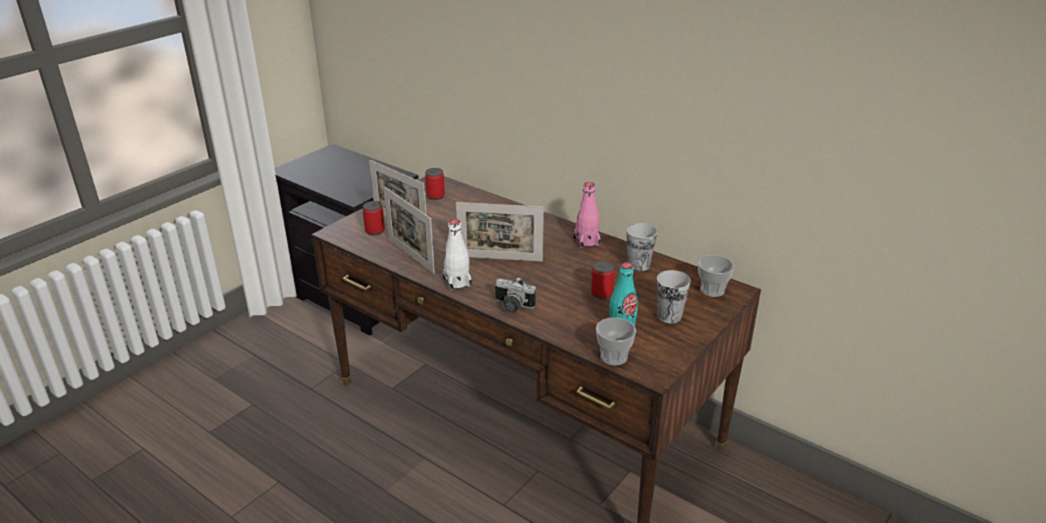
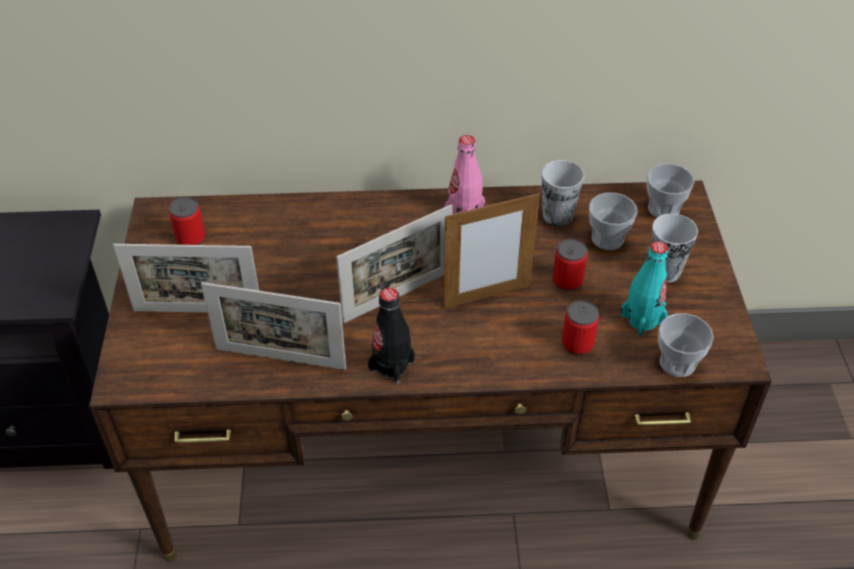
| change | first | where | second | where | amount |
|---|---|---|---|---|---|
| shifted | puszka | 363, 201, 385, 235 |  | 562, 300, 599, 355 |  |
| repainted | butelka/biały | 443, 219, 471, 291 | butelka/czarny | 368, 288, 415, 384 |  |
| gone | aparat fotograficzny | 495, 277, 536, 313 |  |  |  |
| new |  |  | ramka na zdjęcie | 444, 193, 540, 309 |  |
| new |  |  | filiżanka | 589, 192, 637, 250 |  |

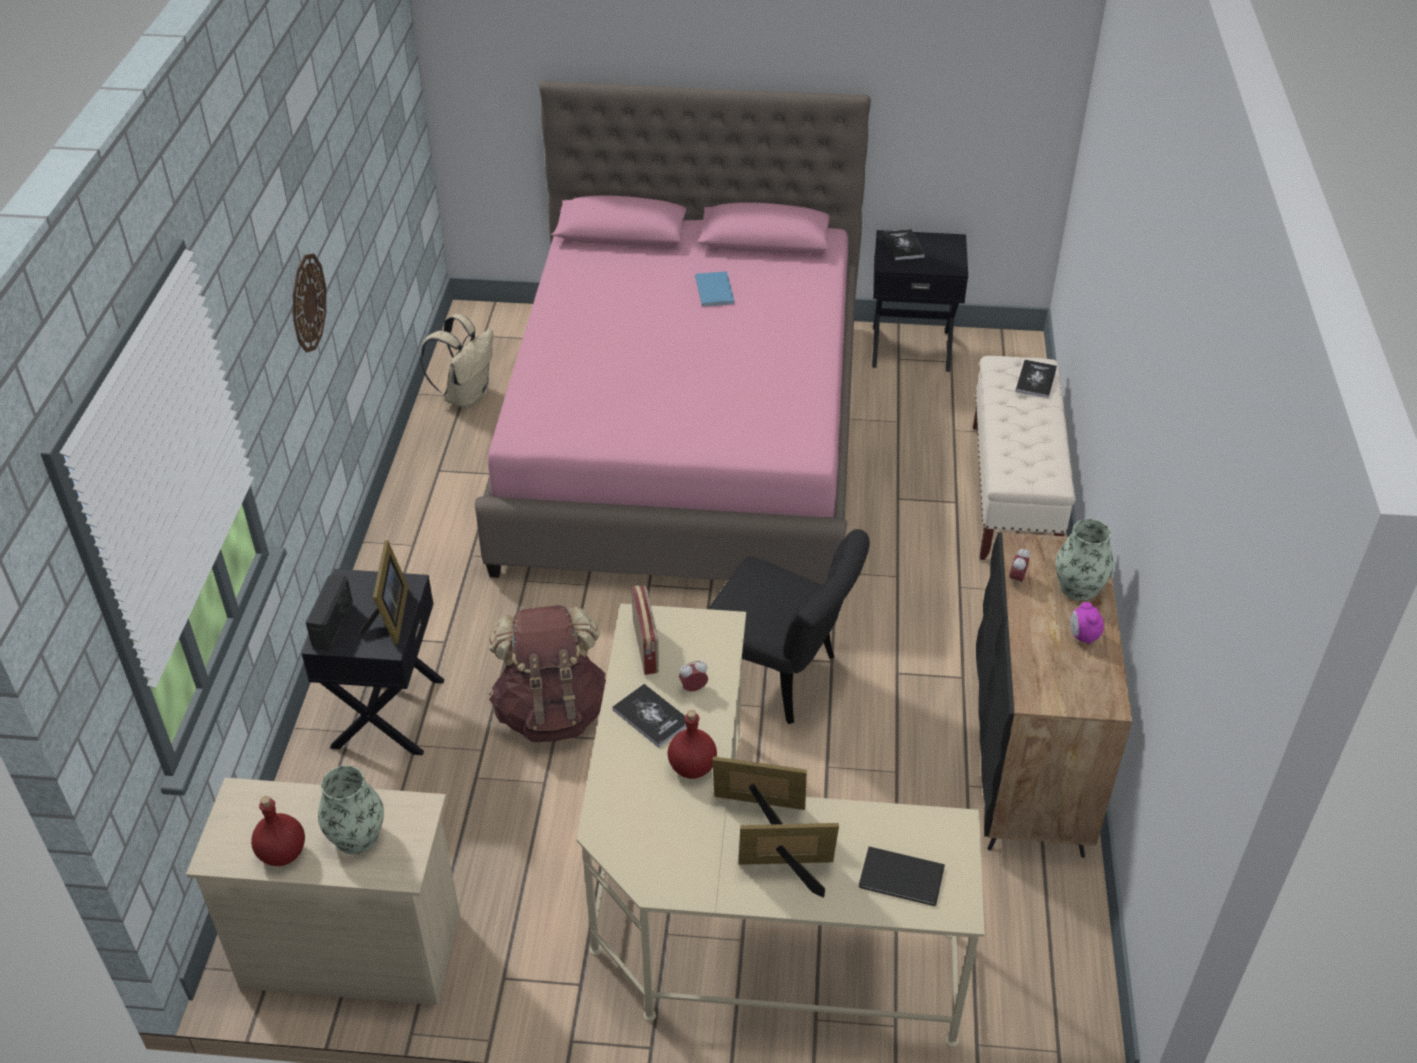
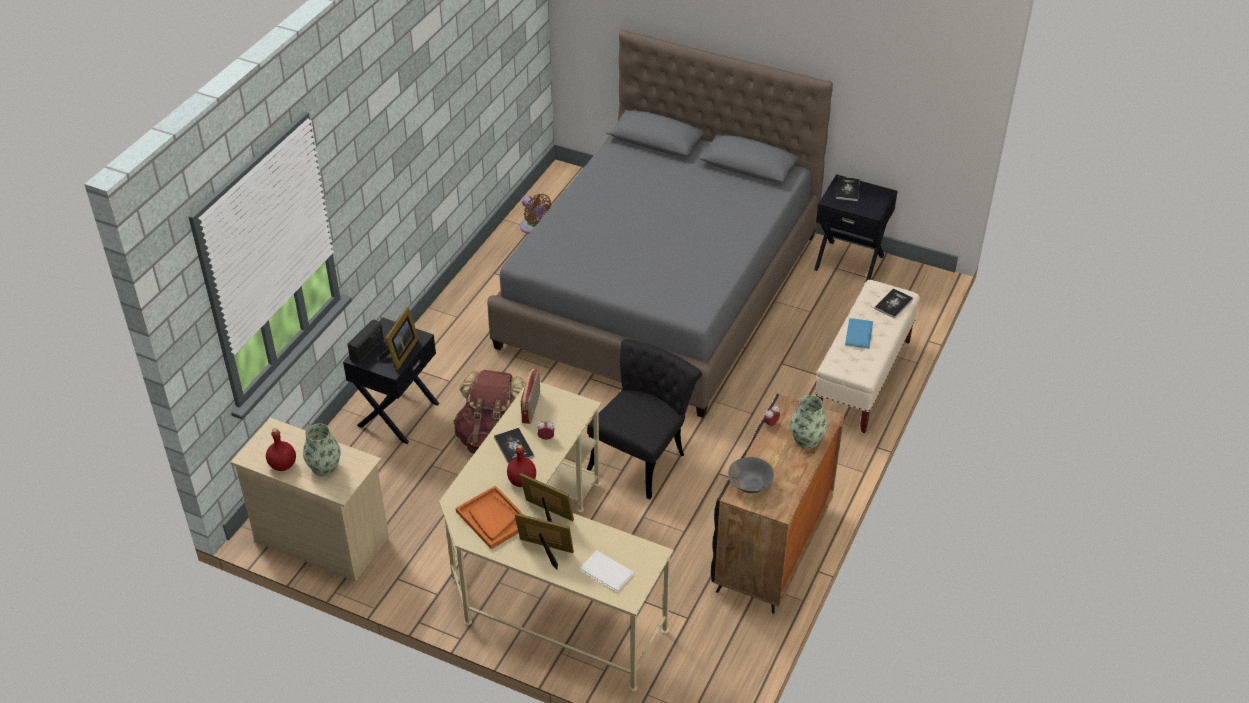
| change | first | where | second | where | amount |
|---|---|---|---|---|---|
| gone | zegar ścienny | 293, 254, 326, 352 |  |  |  |
| swapped | plecak/beżowy | 420, 314, 493, 409 | wentylator/brązowy | 520, 194, 552, 234 |  |
| repainted | łóżko/różowy | 475, 80, 871, 585 | łóżko/szary | 487, 30, 833, 418 |  |
| shifted | książka/niebieski | 695, 271, 734, 306 |  | 845, 318, 873, 349 |  |
| rotated | krzesło/czarny | 708, 529, 870, 724 |  | 587, 339, 702, 500 | 105 degrees counterclockwise |
| repainted | książka/czarny | 859, 847, 945, 906 | książka/biały | 580, 551, 635, 592 |  |
| gone | budzik | 1070, 602, 1104, 645 |  |  |  |
| new |  |  | taca/pomarańczowy | 456, 485, 524, 549 |  |
| new |  |  | miska/szary | 728, 457, 774, 493 |  |

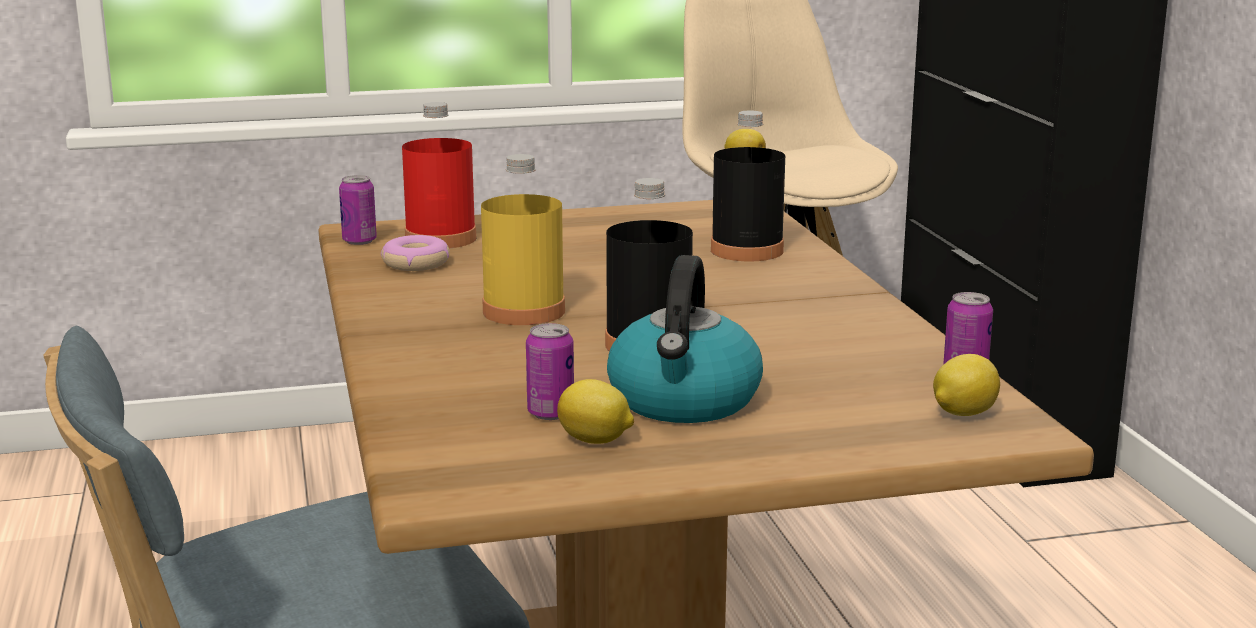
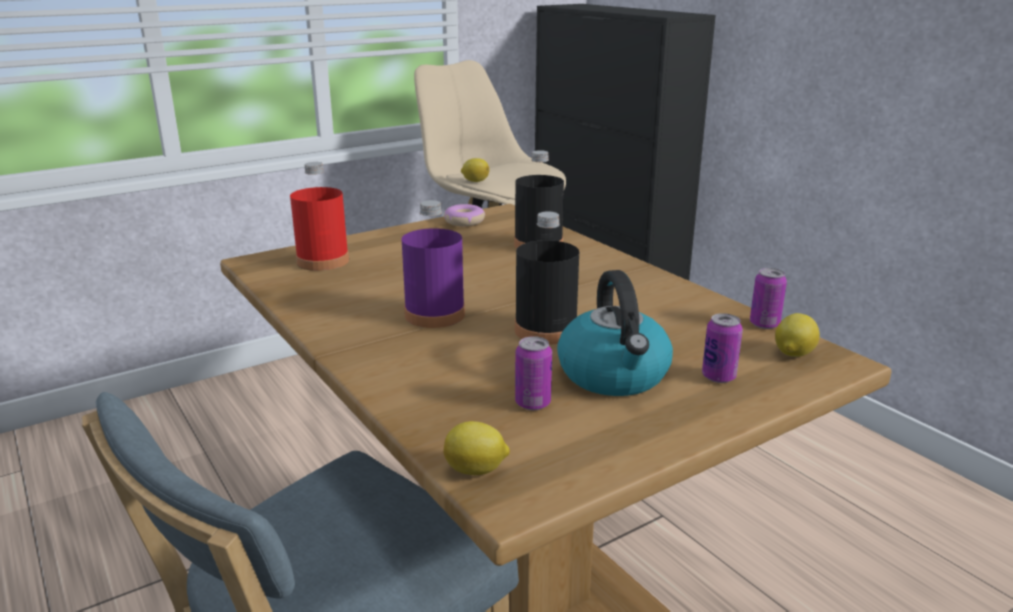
| change | first | where | second | where | amount |
|---|---|---|---|---|---|
| shifted | puszka | 339, 175, 377, 245 |  | 702, 313, 743, 383 |  |
| shifted | donut | 381, 235, 450, 271 |  | 444, 204, 485, 226 |  |
| repainted | butelka/żółty | 481, 154, 565, 325 | butelka/fioletowy | 402, 200, 465, 328 |  |
| shifted | cytryna | 557, 379, 634, 444 |  | 443, 421, 510, 475 |  |

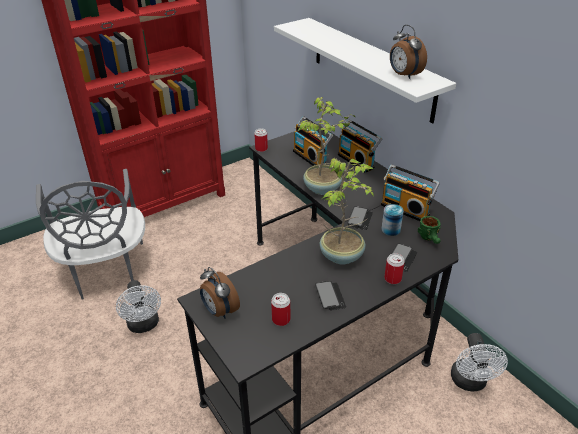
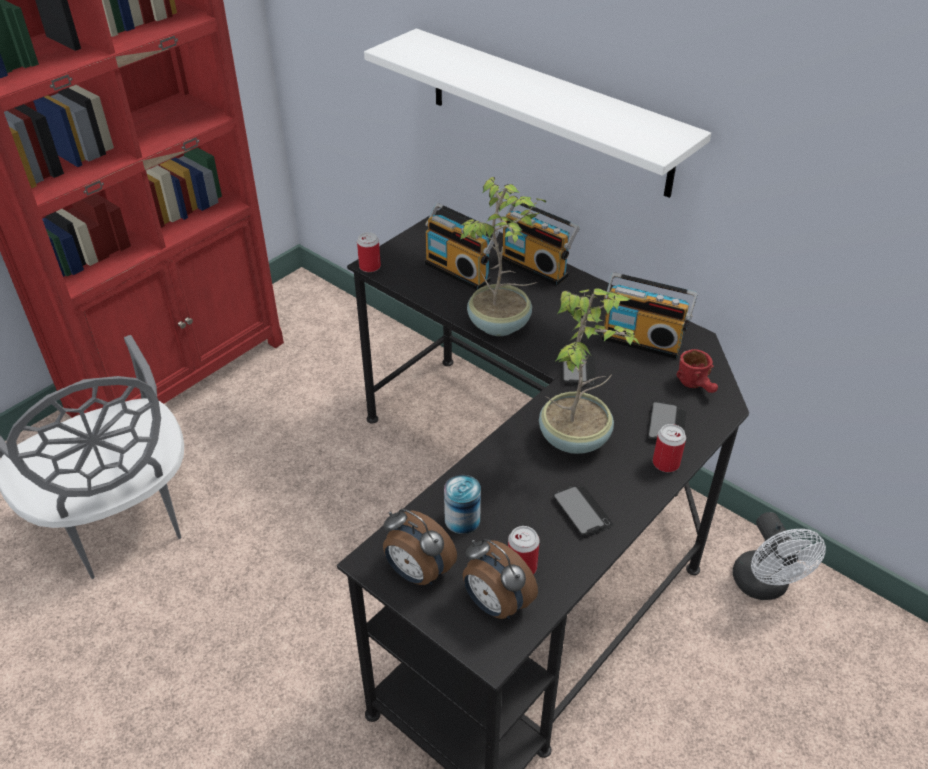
| change | first | where | second | where | amount |
|---|---|---|---|---|---|
| gone | wentylator/biały | 116, 280, 161, 333 |  |  |  |
| shifted | puszka | 381, 204, 404, 236 |  | 444, 475, 481, 534 |  |
| shifted | budzik | 390, 25, 427, 79 |  | 463, 539, 538, 619 |  |
| repainted | kubek/zielony | 418, 216, 441, 244 | kubek/czerwony | 677, 349, 718, 393 |  |

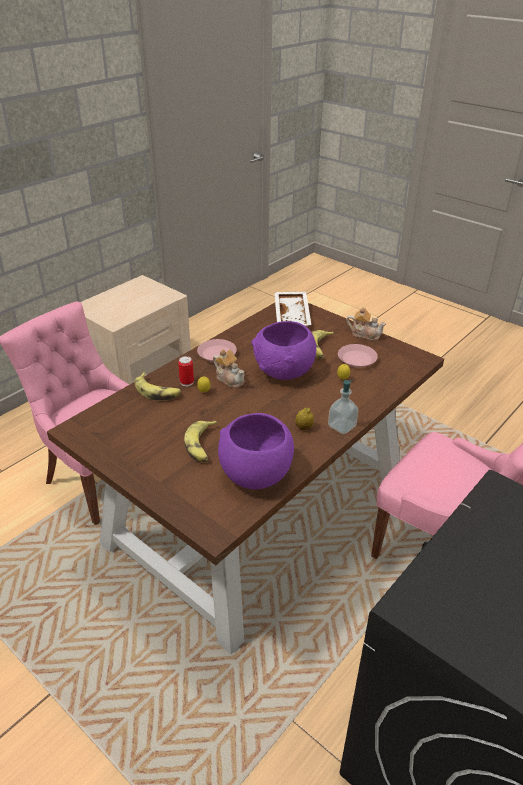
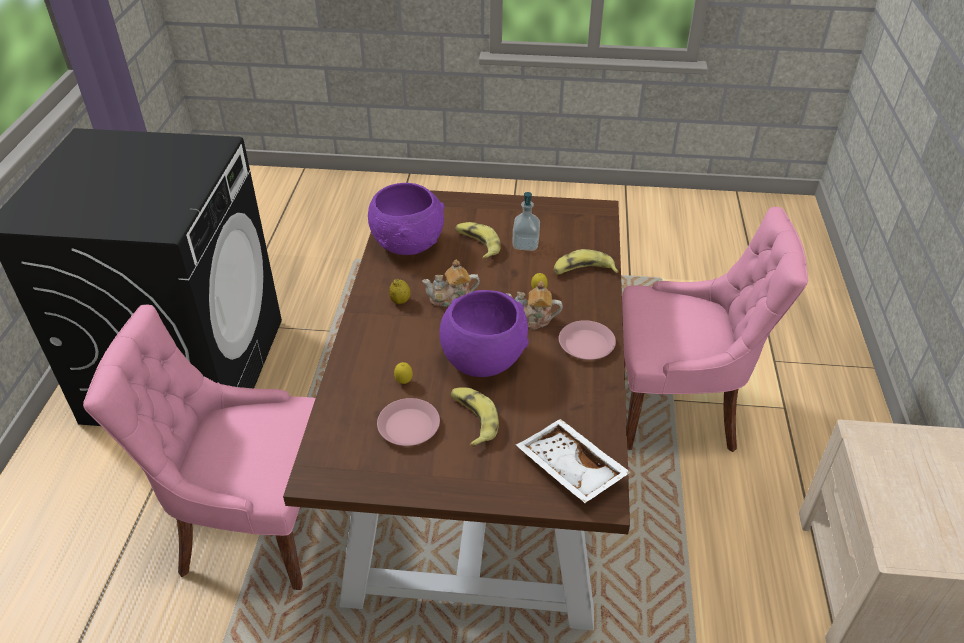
| change | first | where | second | where | amount |
|---|---|---|---|---|---|
| gone | puszka | 178, 356, 194, 386 |  |  |  |
| shifted | dozownik mydła | 328, 380, 358, 434 |  | 512, 192, 540, 251 |  |
| shifted | imbryk | 347, 307, 386, 341 |  | 422, 259, 480, 307 |  |

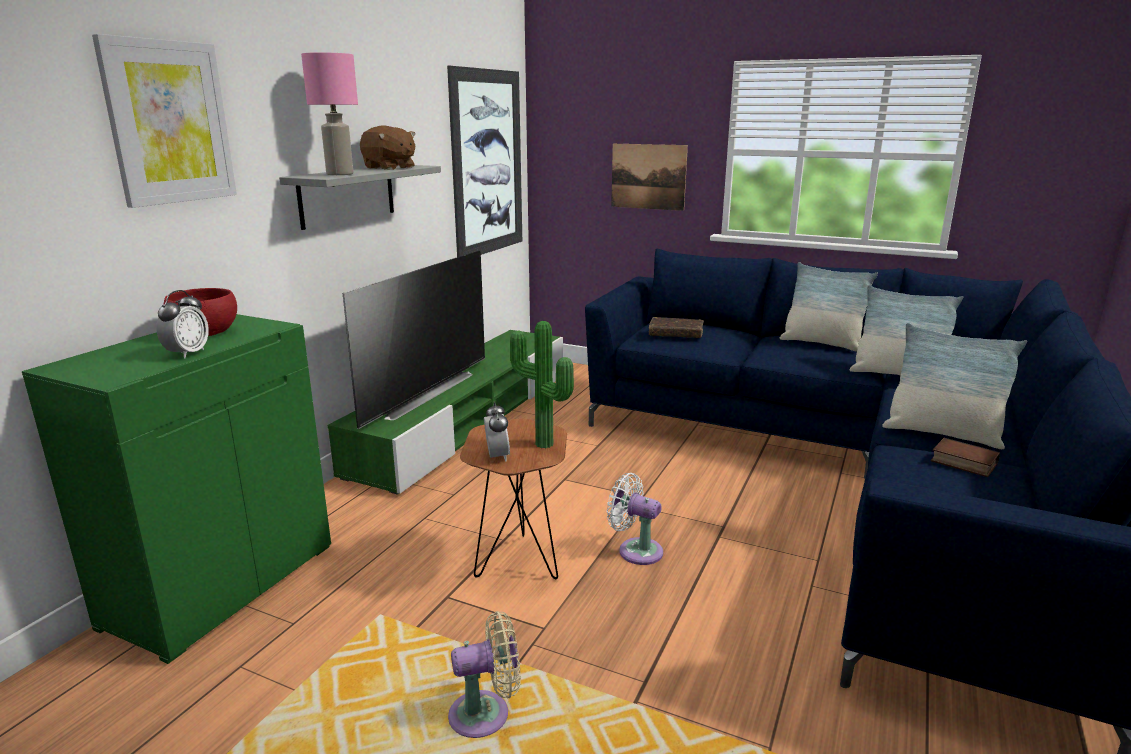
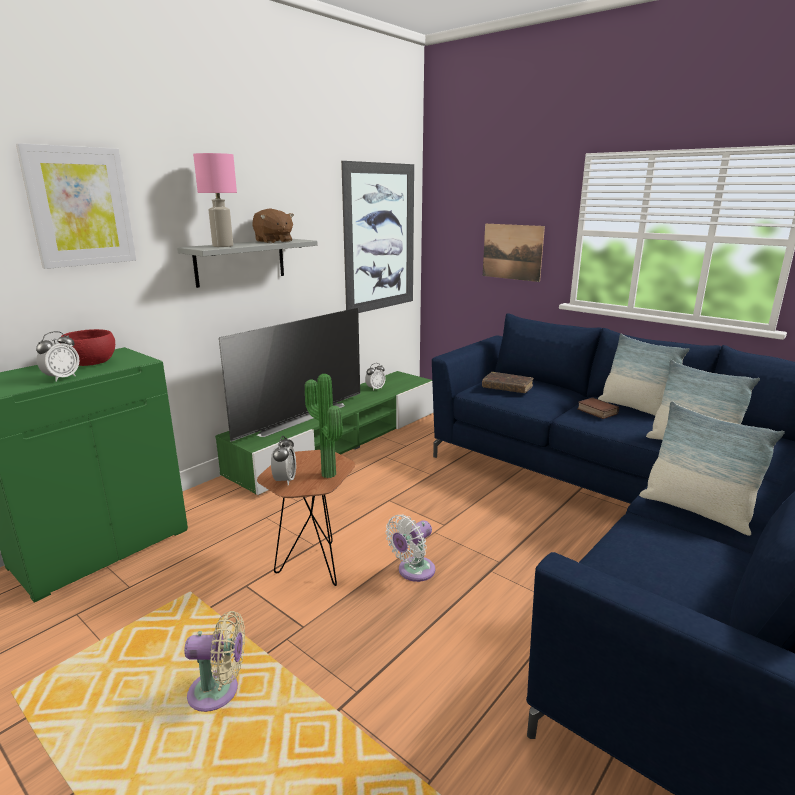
| change | first | where | second | where | amount |
|---|---|---|---|---|---|
| rotated | wentylator/biały | 607, 473, 663, 565 |  | 385, 514, 435, 582 | 90 degrees counterclockwise |
| shifted | książka | 931, 438, 1000, 477 |  | 577, 397, 619, 419 |  |
| new |  |  | budzik | 365, 363, 386, 391 |  |

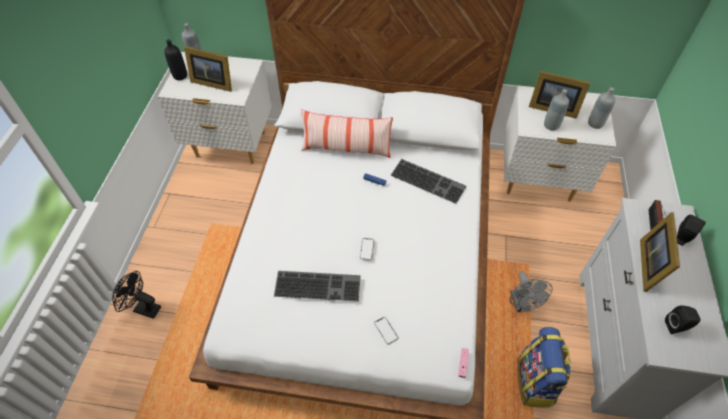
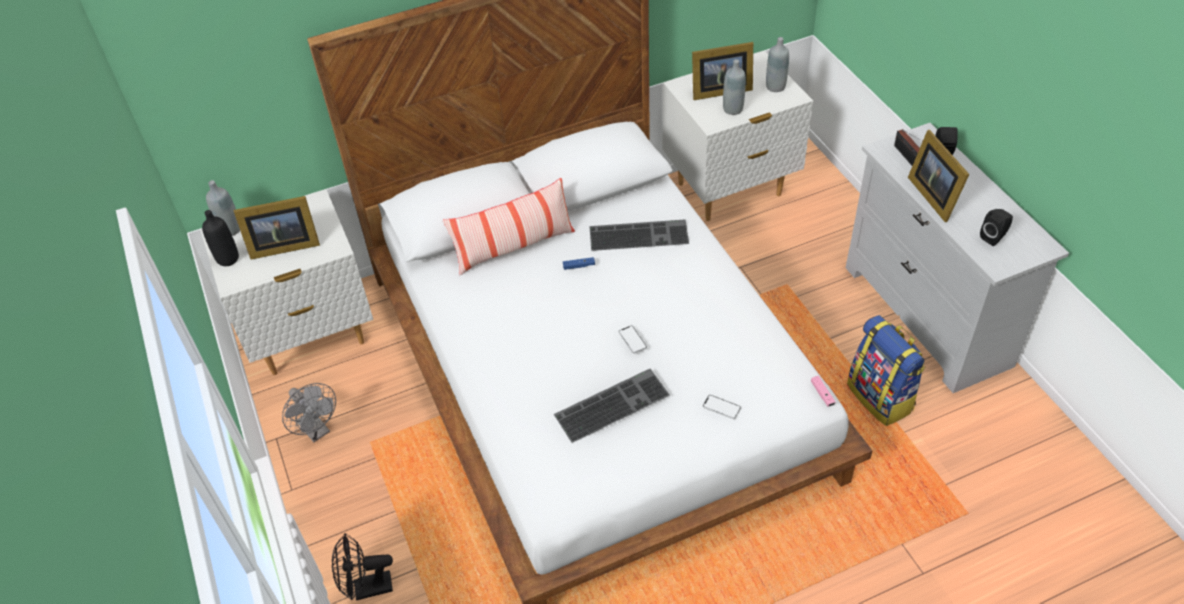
| change | first | where | second | where | amount |
|---|---|---|---|---|---|
| shifted | wentylator/szary | 510, 271, 553, 313 |  | 282, 383, 336, 442 |  |

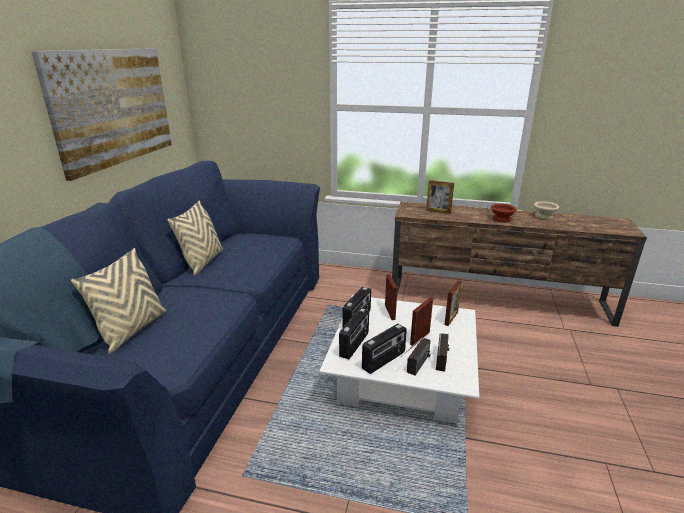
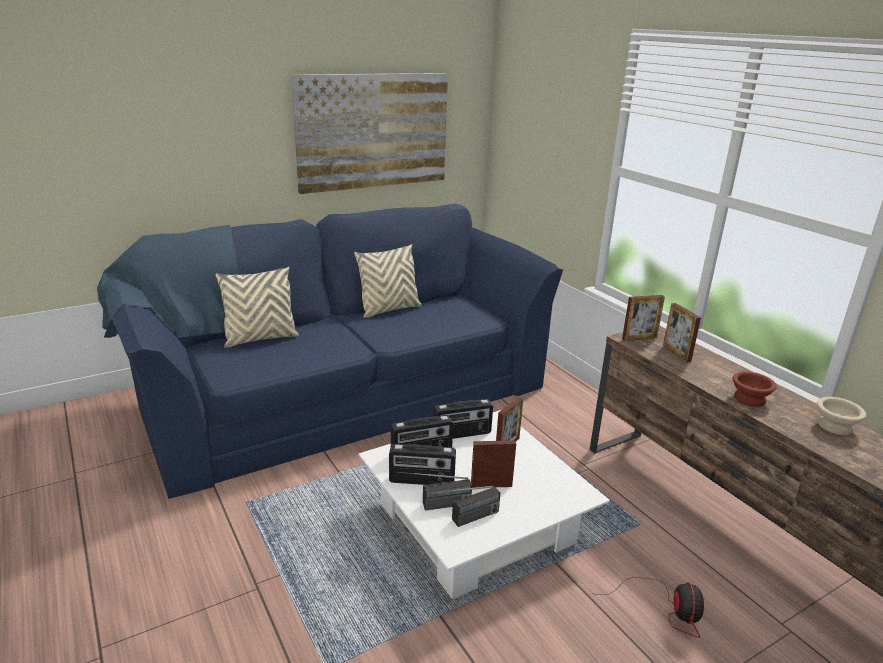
| change | first | where | second | where | amount |
|---|---|---|---|---|---|
| shifted | ramka na zdjęcie | 444, 280, 462, 326 |  | 622, 295, 665, 341 |  |
| new |  |  | wentylator | 597, 577, 704, 638 |  |

